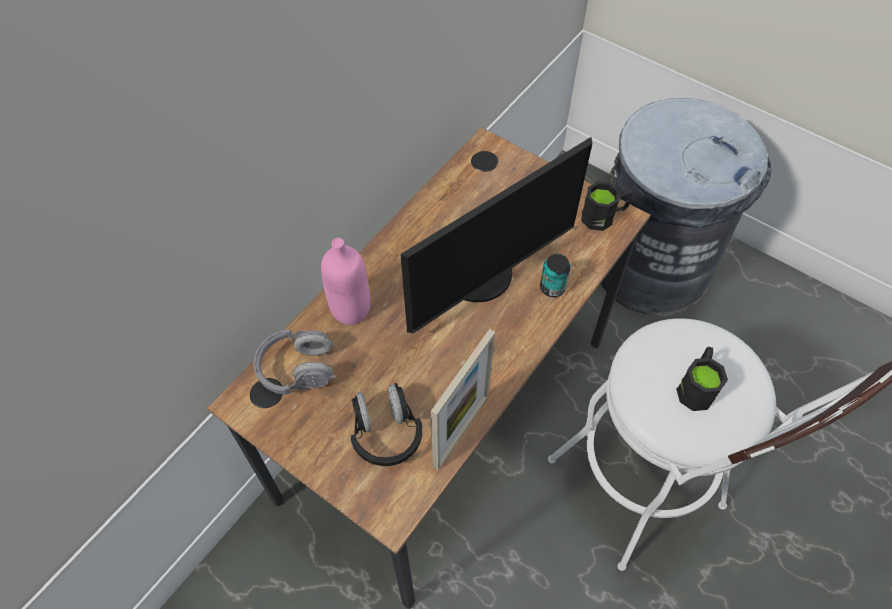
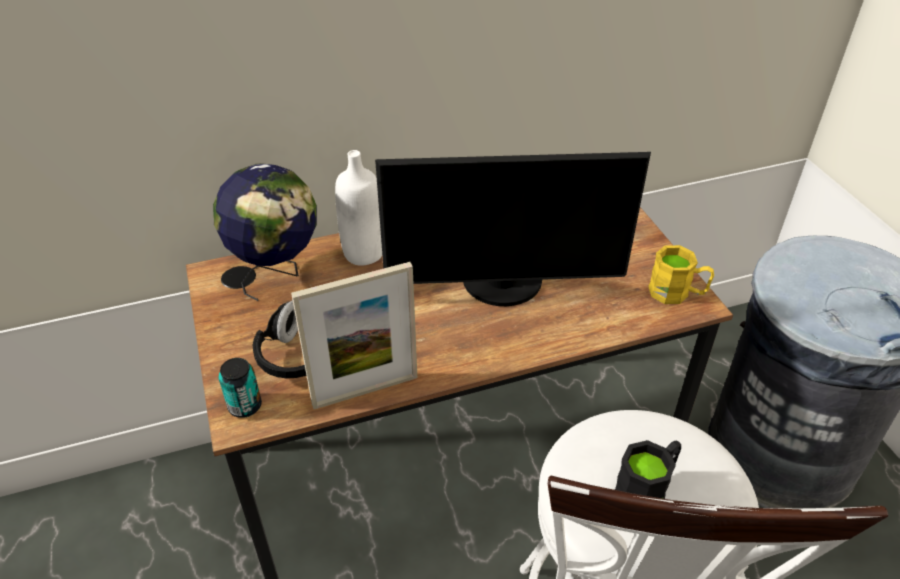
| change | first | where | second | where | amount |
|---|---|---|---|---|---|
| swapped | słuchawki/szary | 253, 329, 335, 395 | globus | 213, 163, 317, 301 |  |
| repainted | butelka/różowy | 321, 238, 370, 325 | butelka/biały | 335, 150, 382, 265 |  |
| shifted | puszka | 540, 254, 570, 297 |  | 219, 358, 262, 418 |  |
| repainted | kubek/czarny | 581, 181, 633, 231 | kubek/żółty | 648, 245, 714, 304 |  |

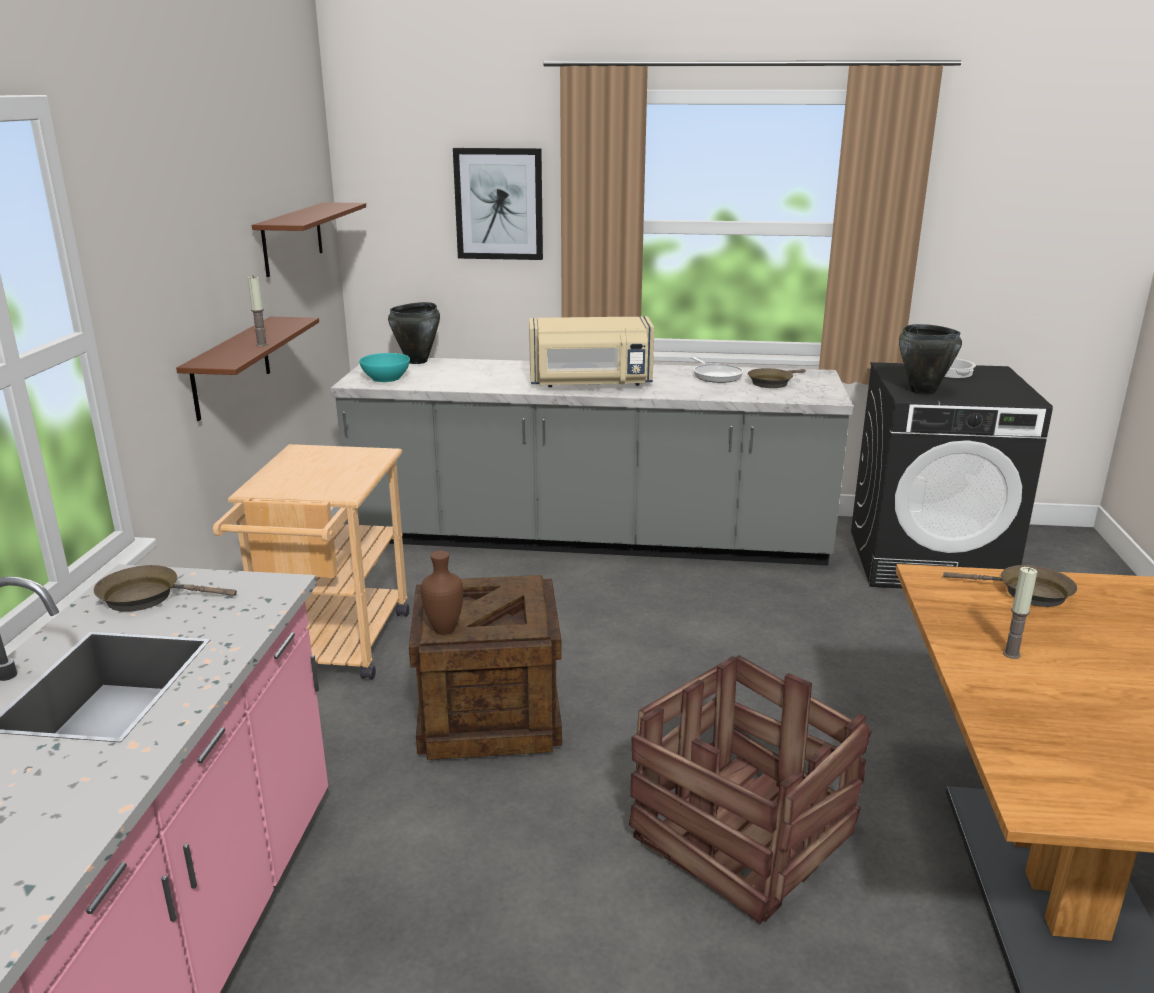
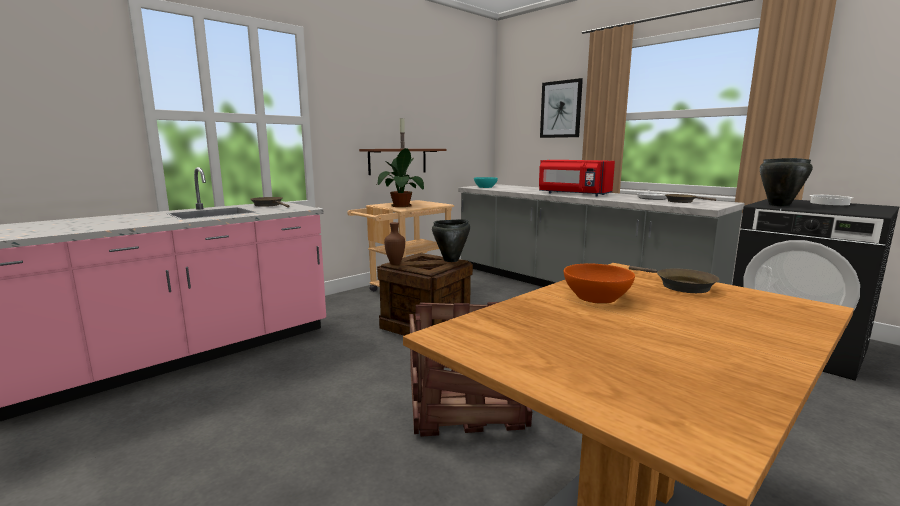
| change | first | where | second | where | amount |
|---|---|---|---|---|---|
| gone | półka/brązowy | 252, 202, 366, 277 |  |  |  |
| shifted | garnek/czarny | 388, 302, 440, 364 |  | 432, 219, 470, 262 |  |
| repainted | mikrofalówka/beżowy | 529, 316, 654, 387 | mikrofalówka/czerwony | 539, 160, 615, 196 |  |
| swapped | świeca | 1003, 567, 1037, 659 | miska/pomarańczowy | 564, 264, 635, 304 |  |
| new |  |  | roślina doniczkowa | 378, 148, 424, 207 |  |

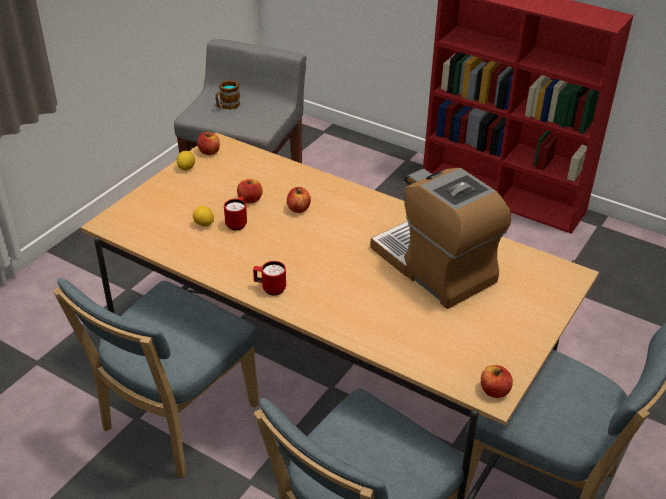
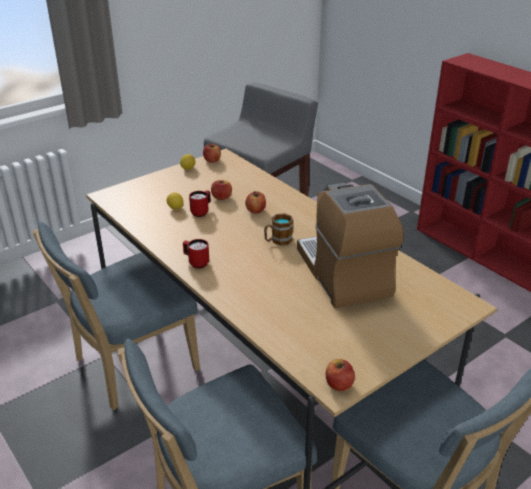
| change | first | where | second | where | amount |
|---|---|---|---|---|---|
| shifted | kubek | 215, 80, 240, 110 |  | 264, 213, 293, 245 |  |

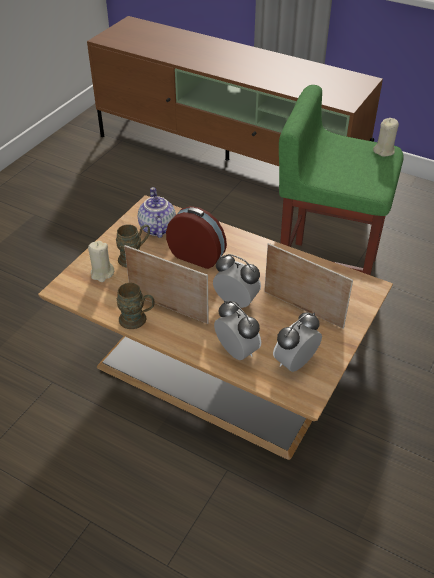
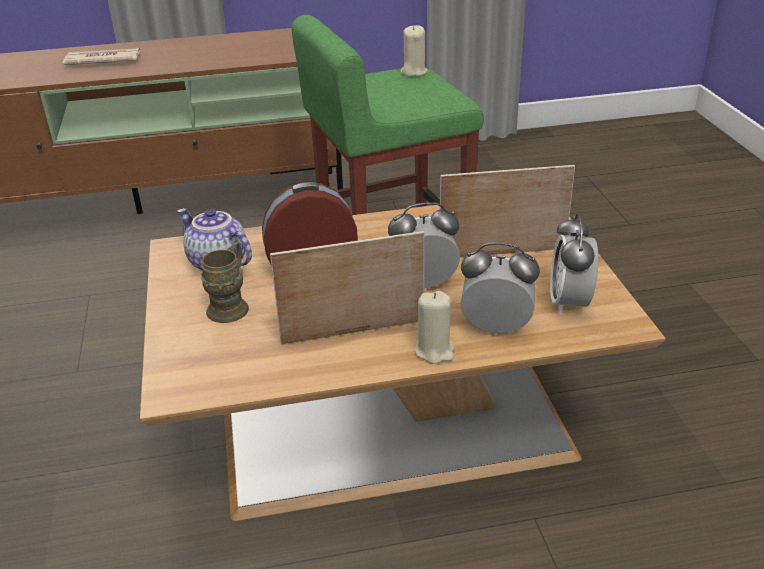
| change | first | where | second | where | amount |
|---|---|---|---|---|---|
| shifted | świeca/beżowy | 88, 241, 114, 282 |  | 415, 291, 454, 364 |  |
| gone | kubek/brązowy | 117, 283, 154, 329 |  |  |  |
| new |  |  | gazeta | 63, 48, 140, 65 |  |

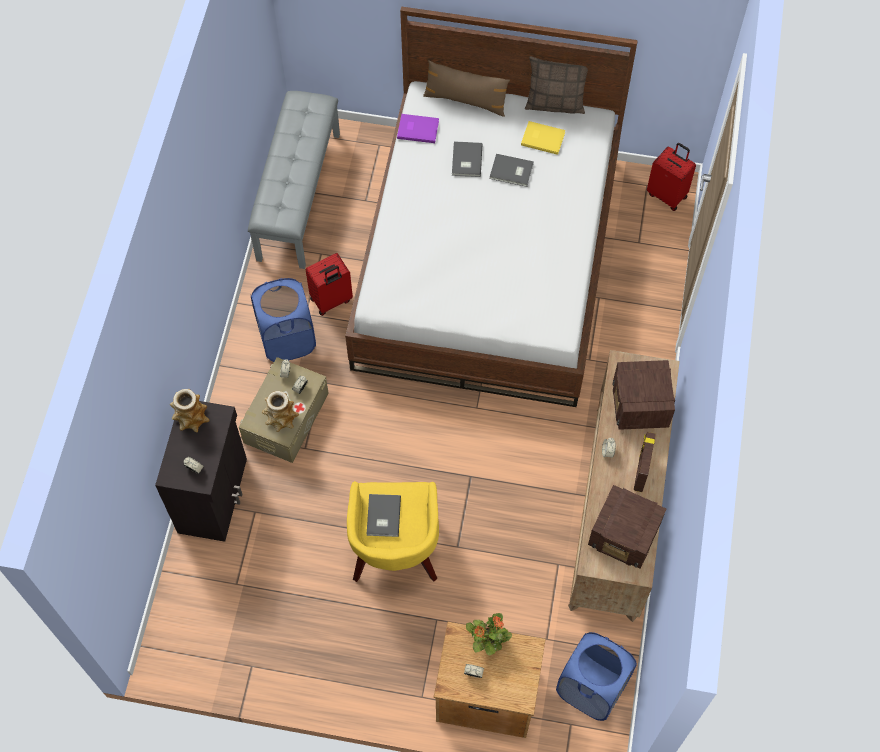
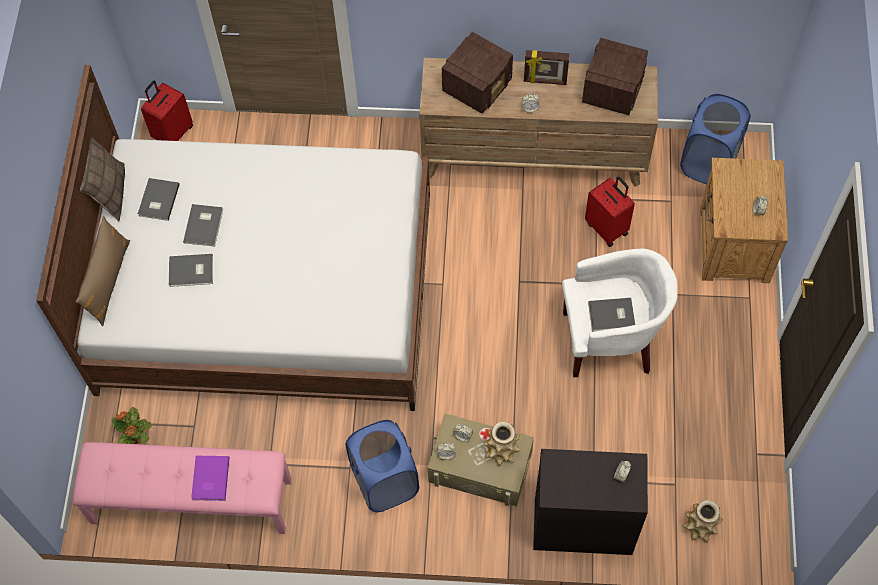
| change | first | where | second | where | amount |
|---|---|---|---|---|---|
| shifted | wazon | 170, 389, 210, 433 |  | 682, 500, 723, 542 |  |
| repainted | ławka/szary | 248, 91, 340, 269 | ławka/różowy | 73, 442, 291, 534 |  |
| shifted | walizka/czerwony | 306, 253, 353, 316 |  | 585, 176, 635, 247 |  |
| repainted | fotel/żółty | 347, 481, 439, 582 | fotel/biały | 562, 249, 678, 378 |  |
| shifted | książka/fioletowy | 397, 114, 439, 143 |  | 191, 456, 230, 501 |  |
| shifted | roślina doniczkowa | 466, 613, 512, 655 |  | 112, 407, 152, 444 |  |
| repainted | książka/żółty | 521, 121, 565, 155 | książka/szary | 138, 178, 180, 221 |  |
| rotated | radio | 612, 360, 675, 430 |  | 442, 32, 513, 114 | 45 degrees counterclockwise |

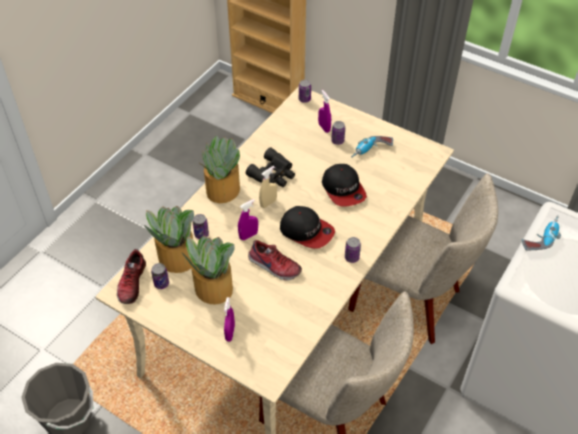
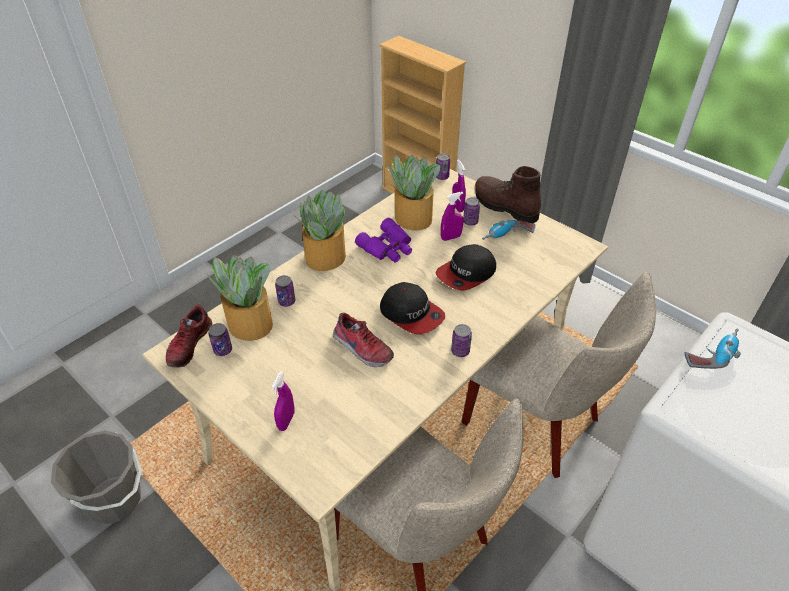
| change | first | where | second | where | amount |
|---|---|---|---|---|---|
| shifted | roślina doniczkowa | 182, 235, 235, 305 |  | 388, 155, 440, 230 |  |
| shifted | spryskiwacz/fioletowy | 238, 199, 258, 240 |  | 441, 192, 464, 241 |  |
| repainted | lornetka/czarny | 246, 147, 295, 187 | lornetka/fioletowy | 355, 218, 412, 262 |  |
| gone | spryskiwacz/beżowy | 259, 166, 277, 208 |  |  |  |
| rotated | czapka z daszkiem | 322, 164, 367, 207 |  | 435, 244, 496, 291 | 60 degrees clockwise |
| new |  |  | but z cholewką/brązowy | 475, 166, 541, 223 |  |

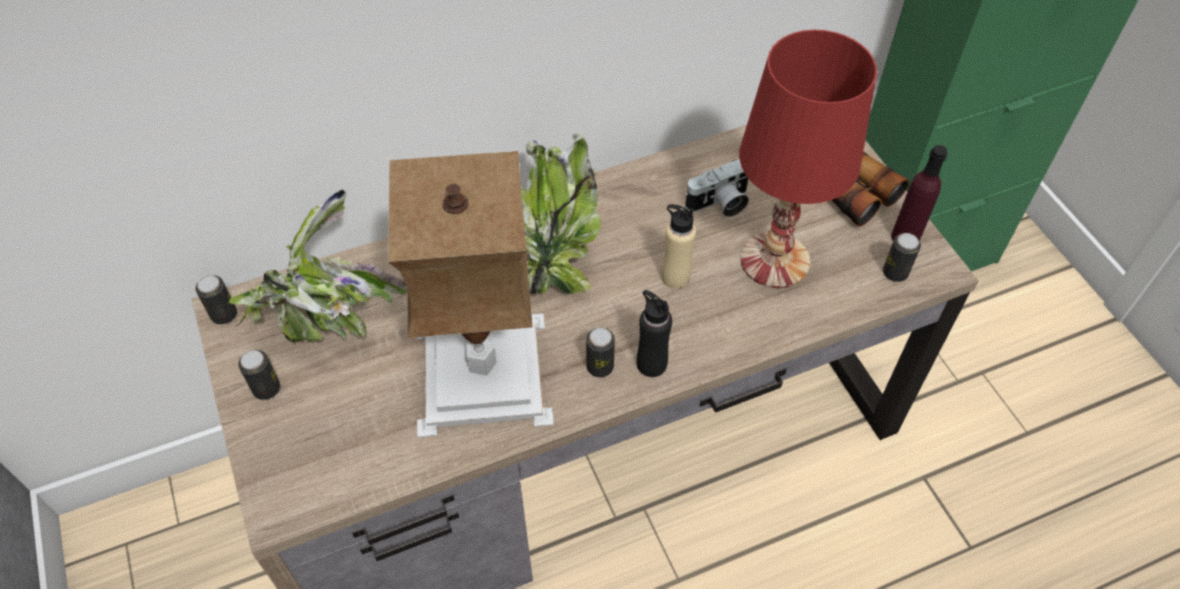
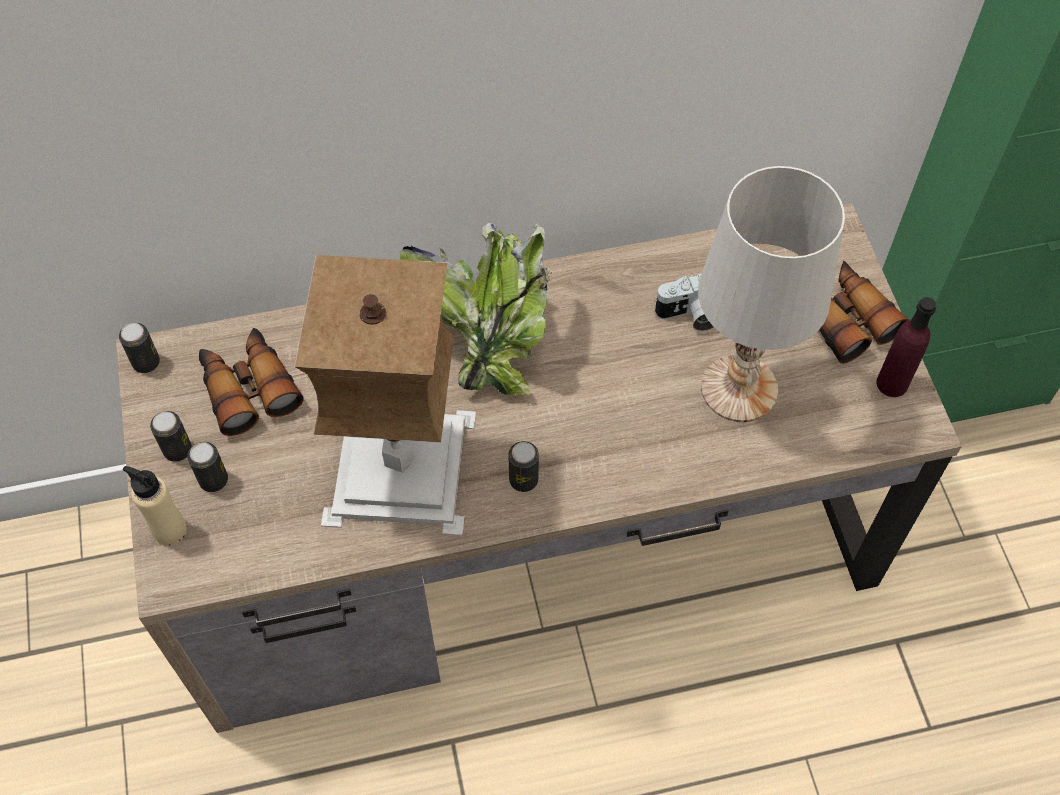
| change | first | where | second | where | amount |
|---|---|---|---|---|---|
| swapped | roślina doniczkowa | 229, 190, 408, 343 | lornetka | 199, 328, 303, 436 |  |
| gone | butelka/czarny | 637, 290, 672, 377 |  |  |  |
| shifted | butelka/beżowy | 661, 204, 696, 289 |  | 123, 466, 187, 546 |  |
| repainted | lampa stołowa/czerwony | 739, 30, 877, 288 | lampa stołowa/biały | 698, 166, 845, 422 |  |
| shifted | puszka | 883, 233, 921, 282 |  | 187, 442, 228, 492 |  |

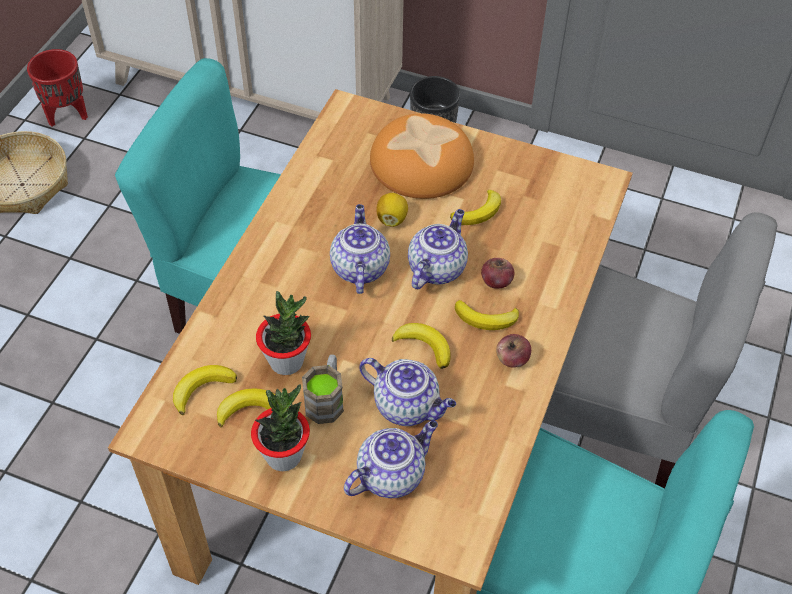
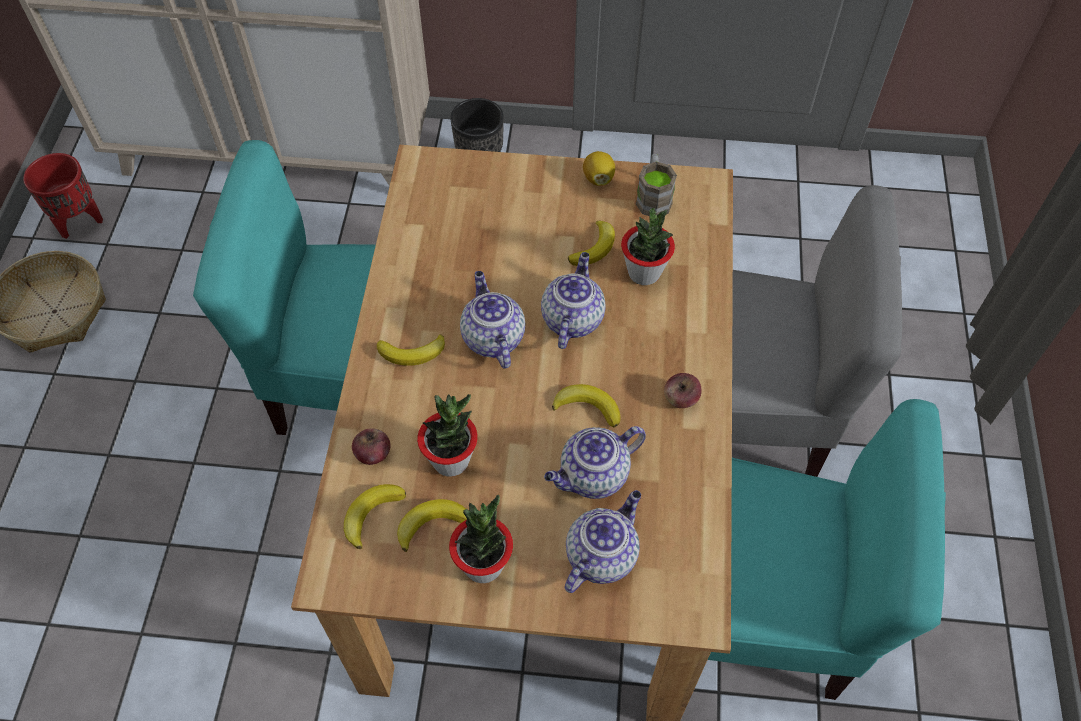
| change | first | where | second | where | amount |
|---|---|---|---|---|---|
| shifted | kubek/brązowy | 302, 355, 344, 424 |  | 636, 154, 677, 216 |  |
| rotated | imbryk | 360, 358, 456, 426 |  | 544, 426, 646, 499 | 135 degrees clockwise |
| gone | chleb | 370, 113, 474, 199 |  |  |  |
| shifted | cytryna | 376, 193, 408, 227 |  | 583, 151, 615, 186 |  |
| shifted | banan | 455, 300, 519, 330 |  | 377, 334, 445, 366 |  |
| shifted | jabłko | 481, 258, 515, 288 |  | 352, 428, 390, 465 |  |
| new |  |  | roślina doniczkowa | 621, 208, 675, 285 |  |

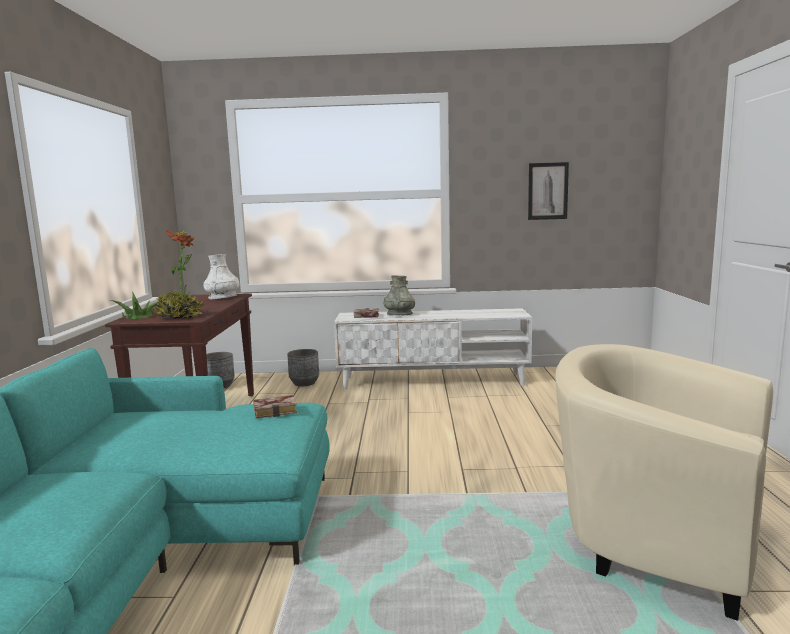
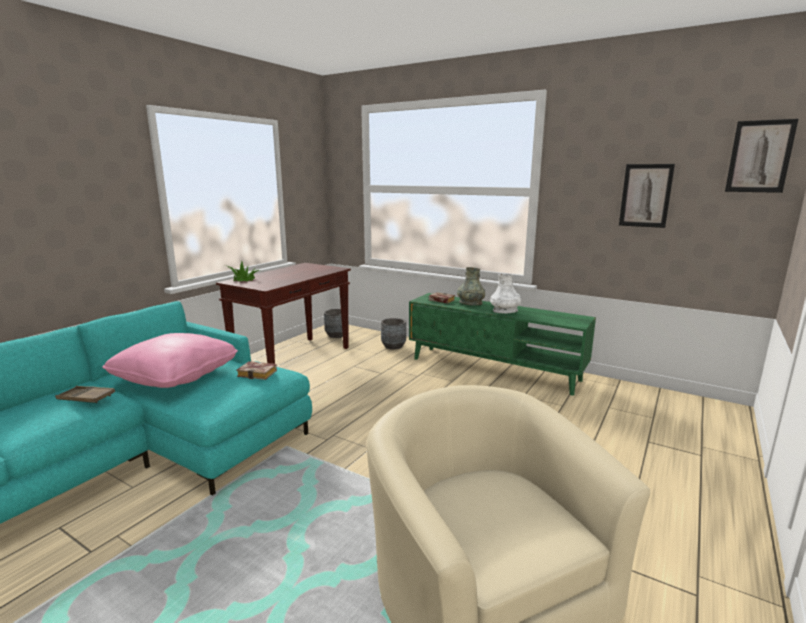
| change | first | where | second | where | amount |
|---|---|---|---|---|---|
| gone | roślina doniczkowa | 153, 230, 204, 319 |  |  |  |
| shifted | wazon/biały | 204, 254, 240, 300 |  | 490, 273, 521, 314 |  |
| repainted | szafka pod telewizor/biały | 334, 308, 532, 390 | szafka pod telewizor/zielony | 409, 293, 596, 396 |  |
| new |  |  | taca/brązowy | 55, 386, 115, 403 |  |
| new |  |  | poduszka/różowy | 102, 333, 238, 388 |  |
| new |  |  | obraz | 725, 119, 798, 193 |  |

